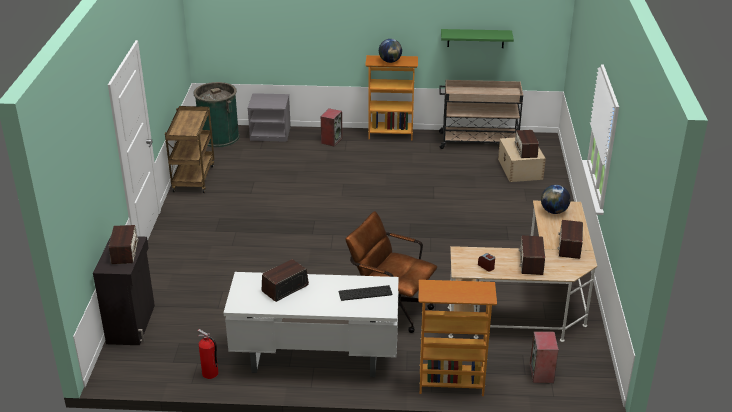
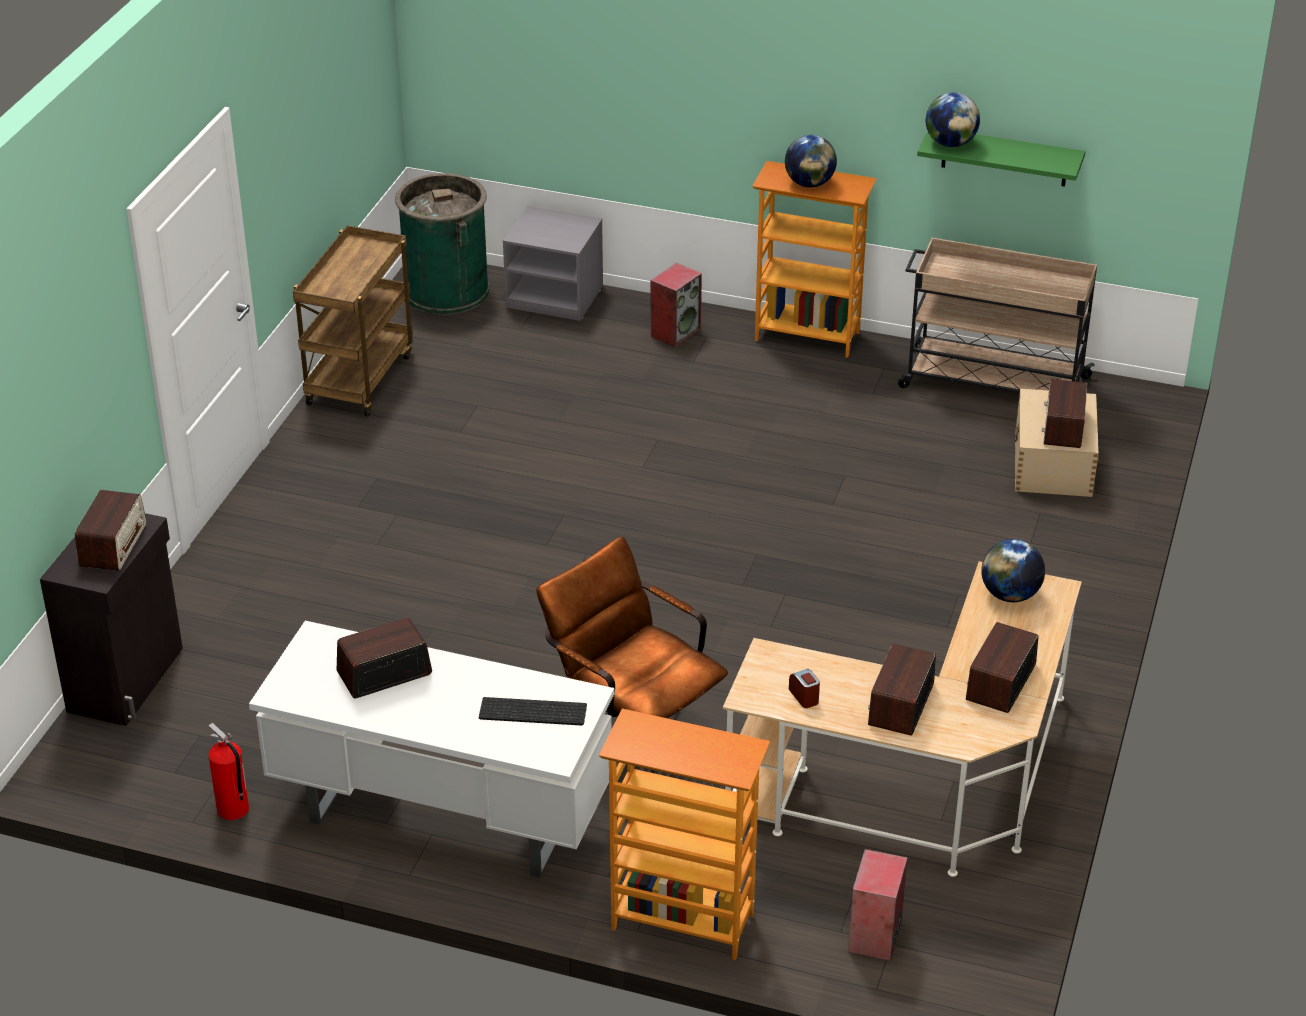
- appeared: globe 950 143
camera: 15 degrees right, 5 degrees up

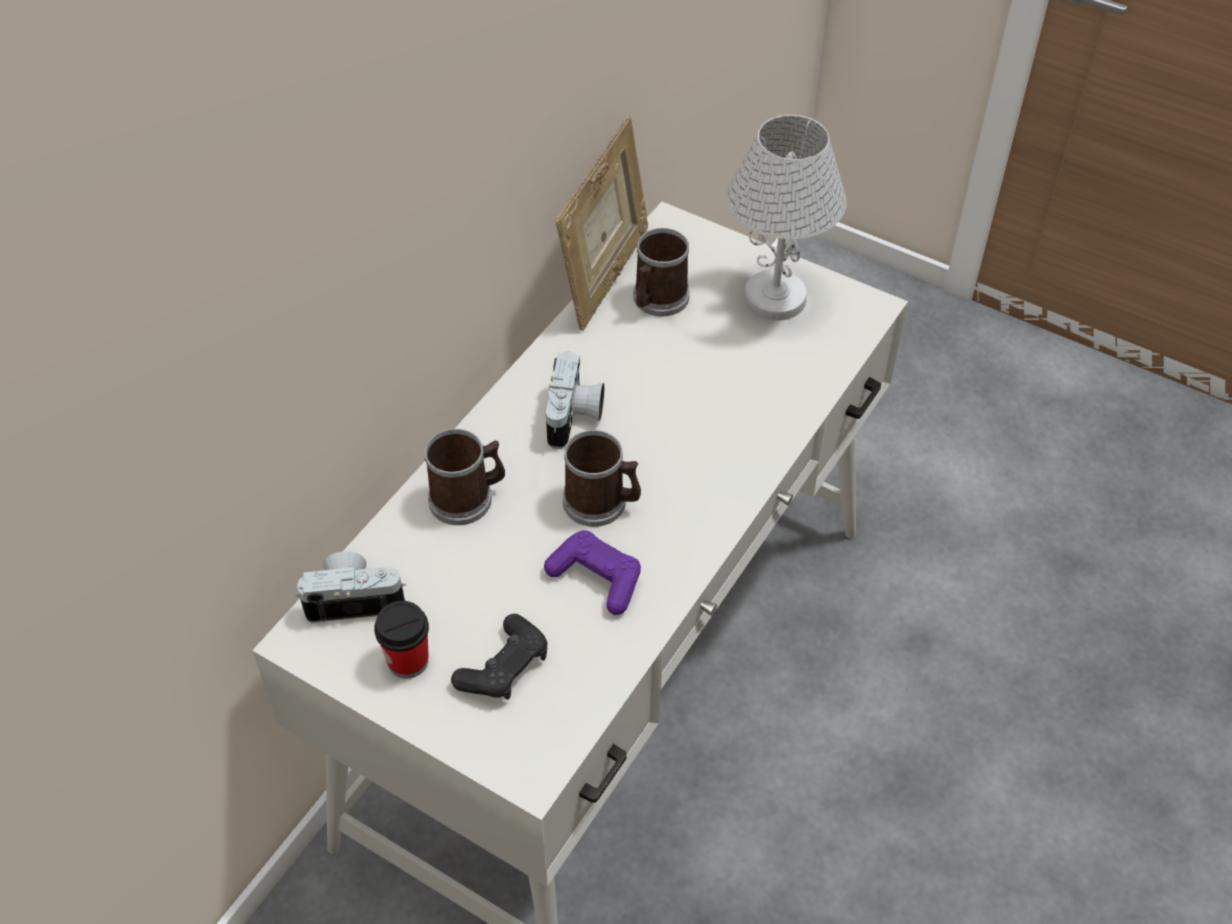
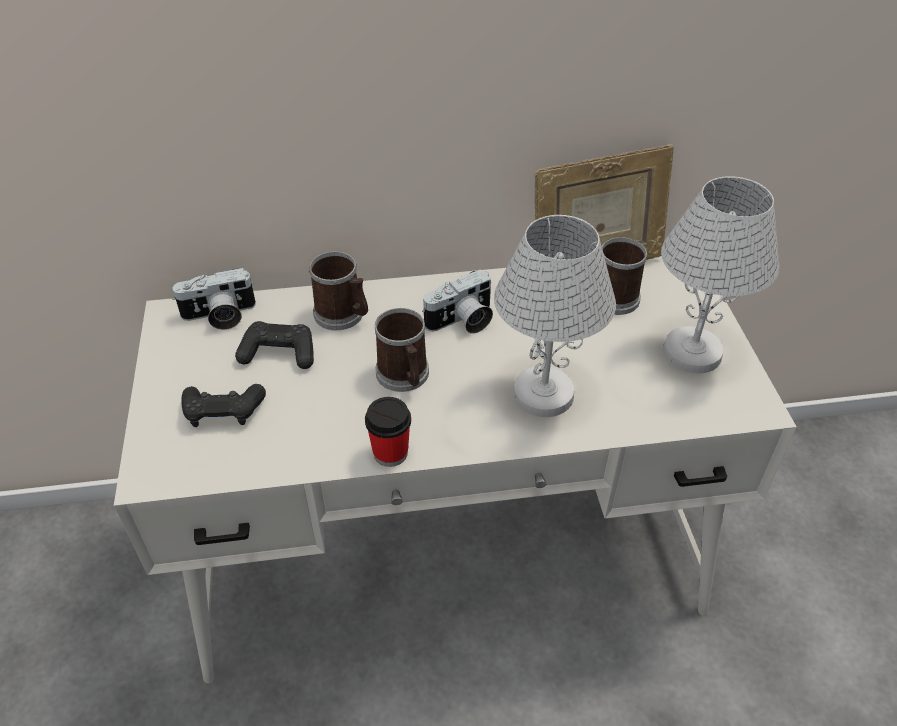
- spun: photo camera 355 598 = 219 316 120 degrees clockwise
- appeared: gamepad (blackish) 279 353
- relocated: cup 408 661 to 390 453
- appeared: tabletop lamp (white-coloured) 542 394
- missing: gamepad (purple) 596 578
camera: 50 degrees right, 5 degrees down

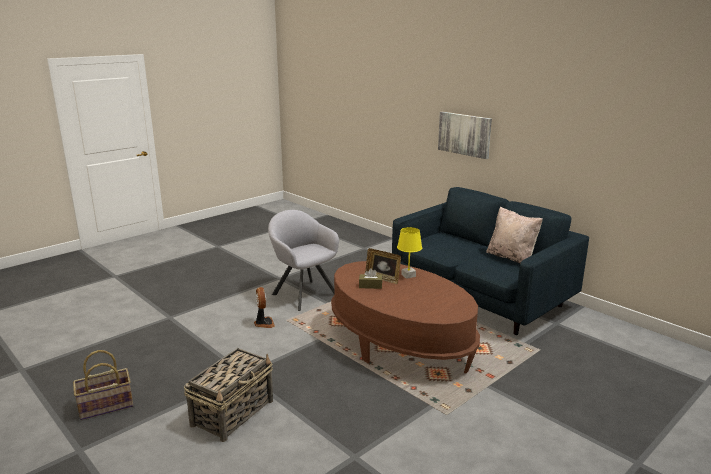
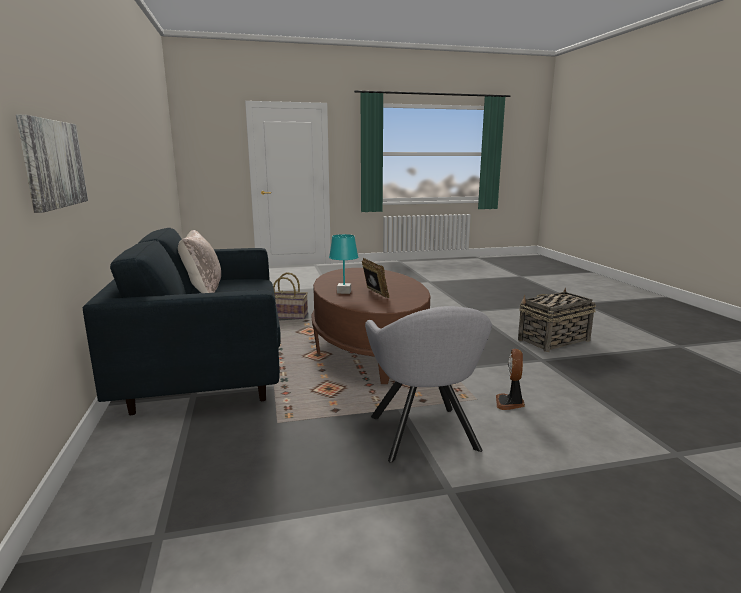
- relocated: basket 106 406 to 288 315
- colour: tabletop lamp (yellow-coloured) 408 275 to tabletop lamp (blue-green) 343 292
- missing: tissue holder (brown) 370 285
camera: 150 degrees left, 5 degrees down

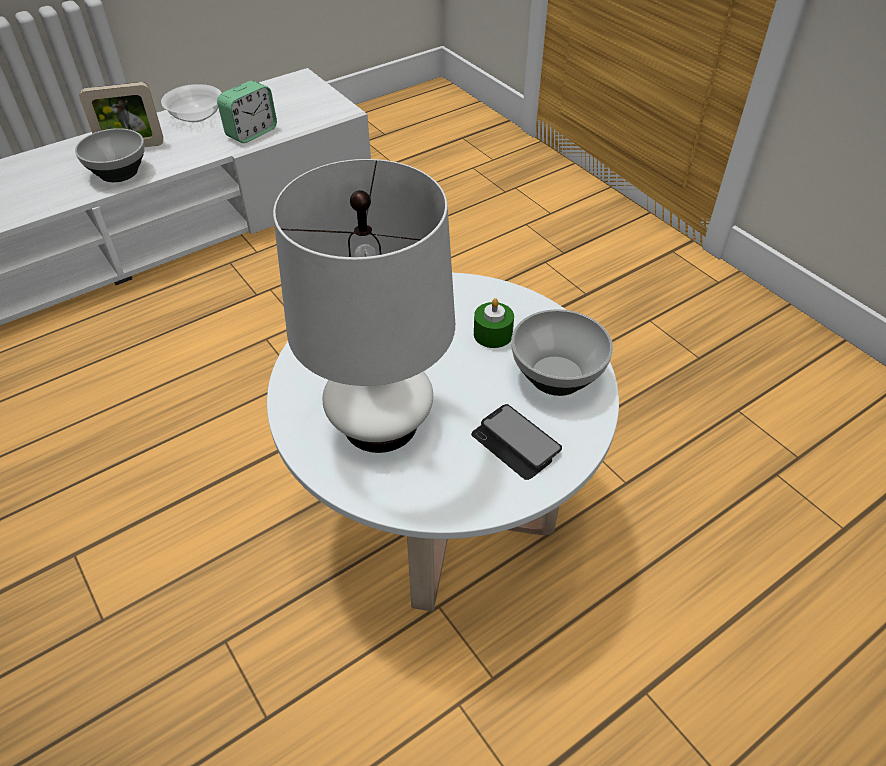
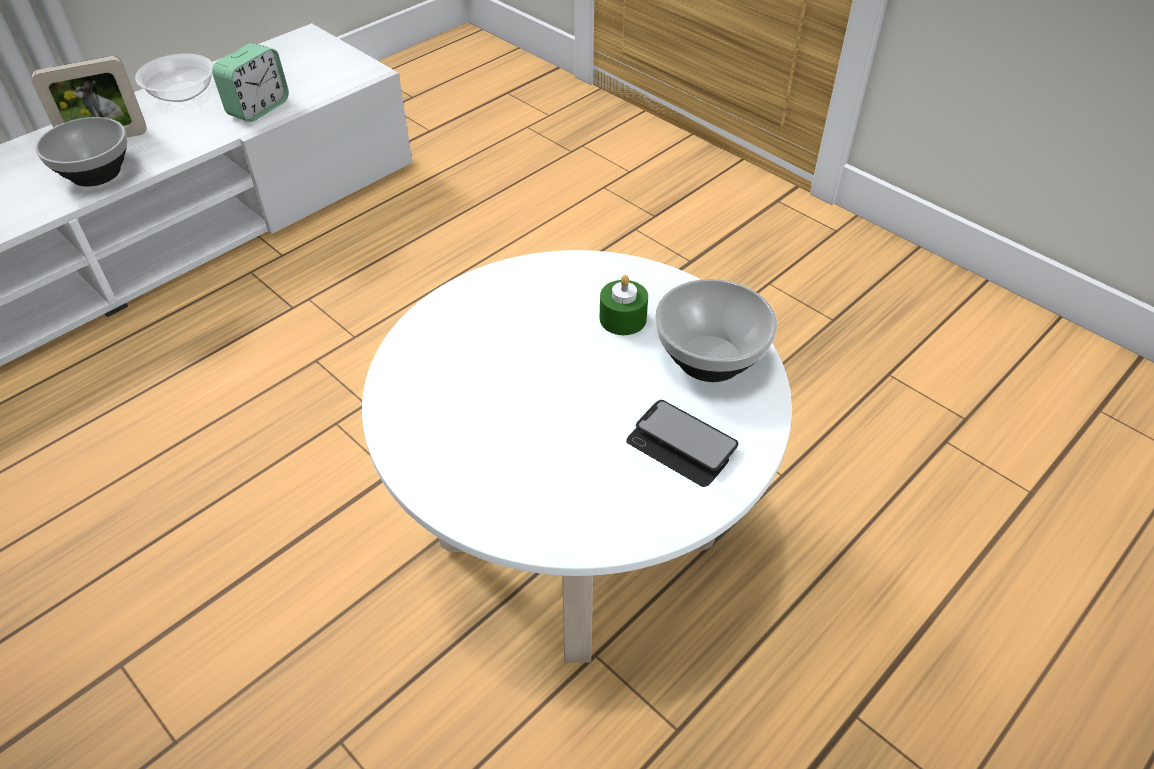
- missing: tabletop lamp (white-coloured) 380 423
camera: 10 degrees left, 0 degrees up

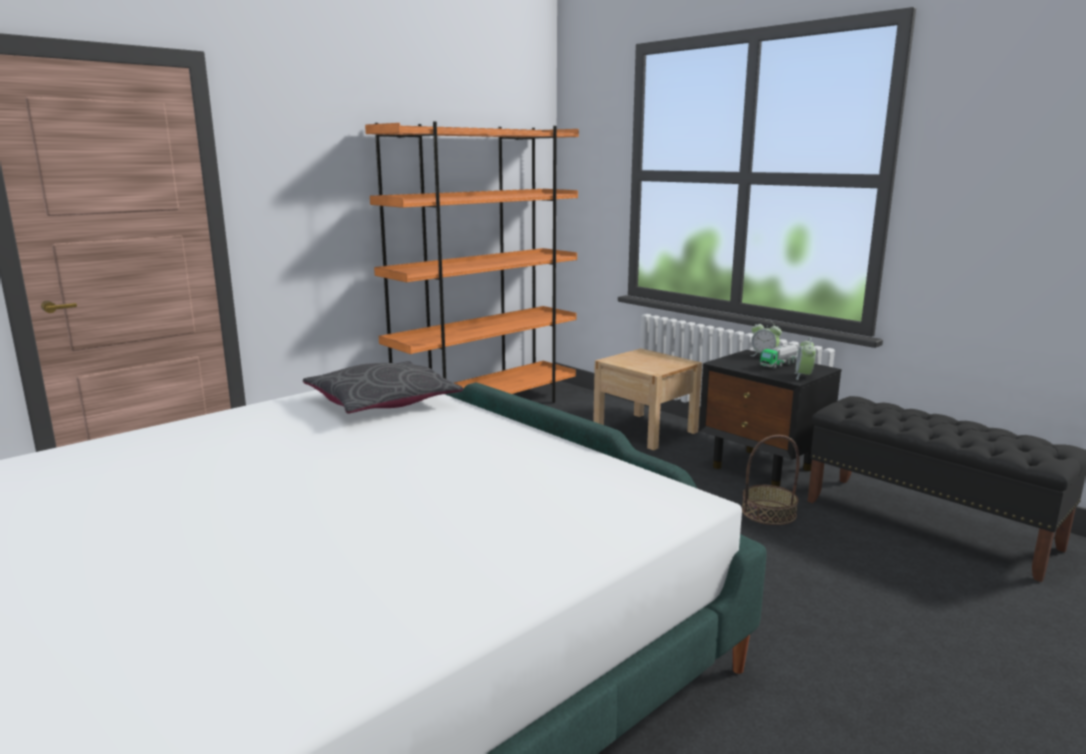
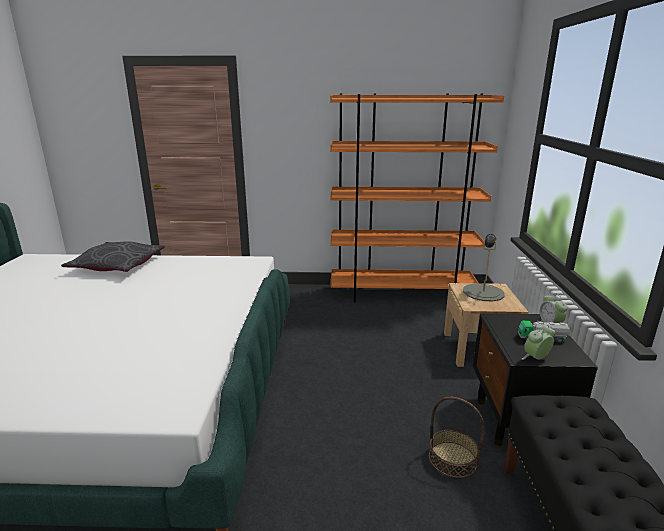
- relocated: pillow (grey) 382 402 to 117 265
- appeared: tabletop lamp (grey) 483 292
camera: 45 degrees right, 5 degrees up

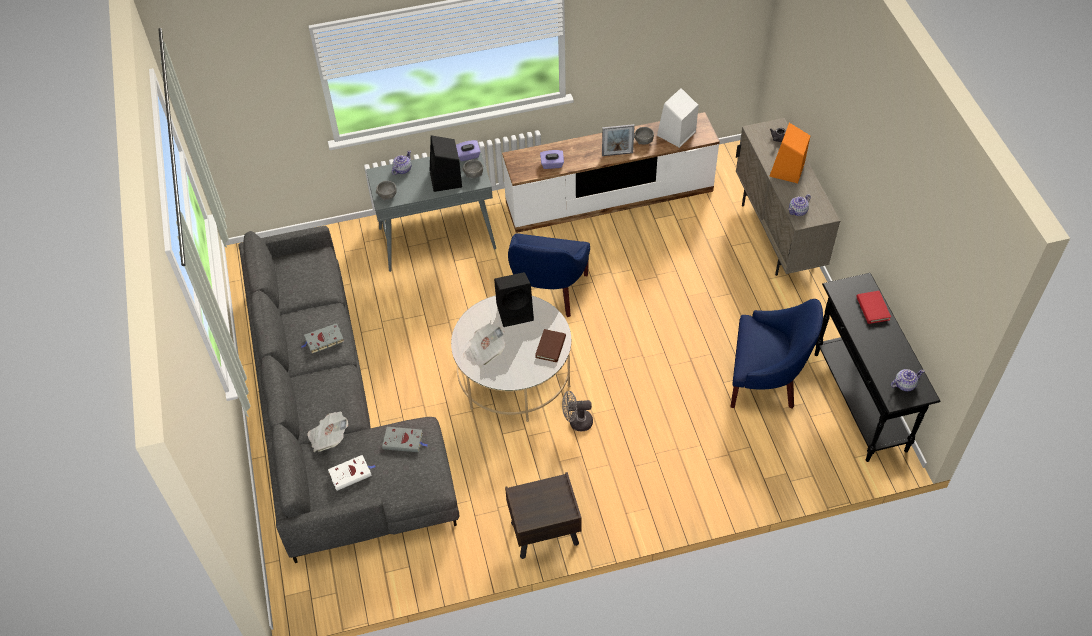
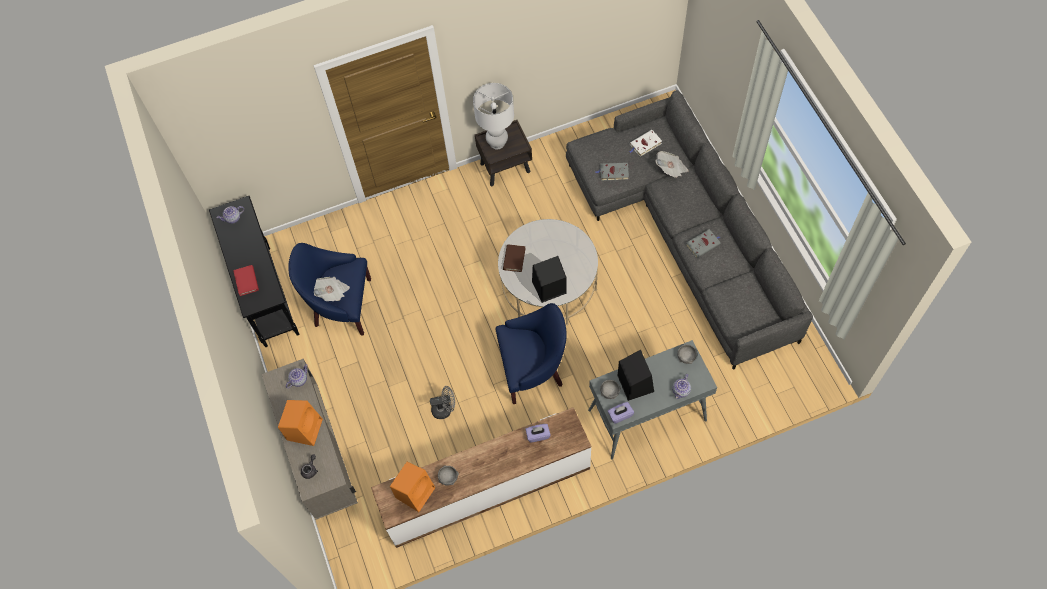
- relocated: printed paper 484 352 to 332 293
- colour: speaker (white-coloured) 676 134 to speaker (orangey) 415 491
- relocated: fan (grey) 576 422 to 445 409
- appeared: tabletop lamp (white-coloured) 497 143
- spun: easy chair (bluish) 547 292 = 532 368 75 degrees clockwise
- missing: photo frame 617 154
camera: 175 degrees right, 10 degrees up

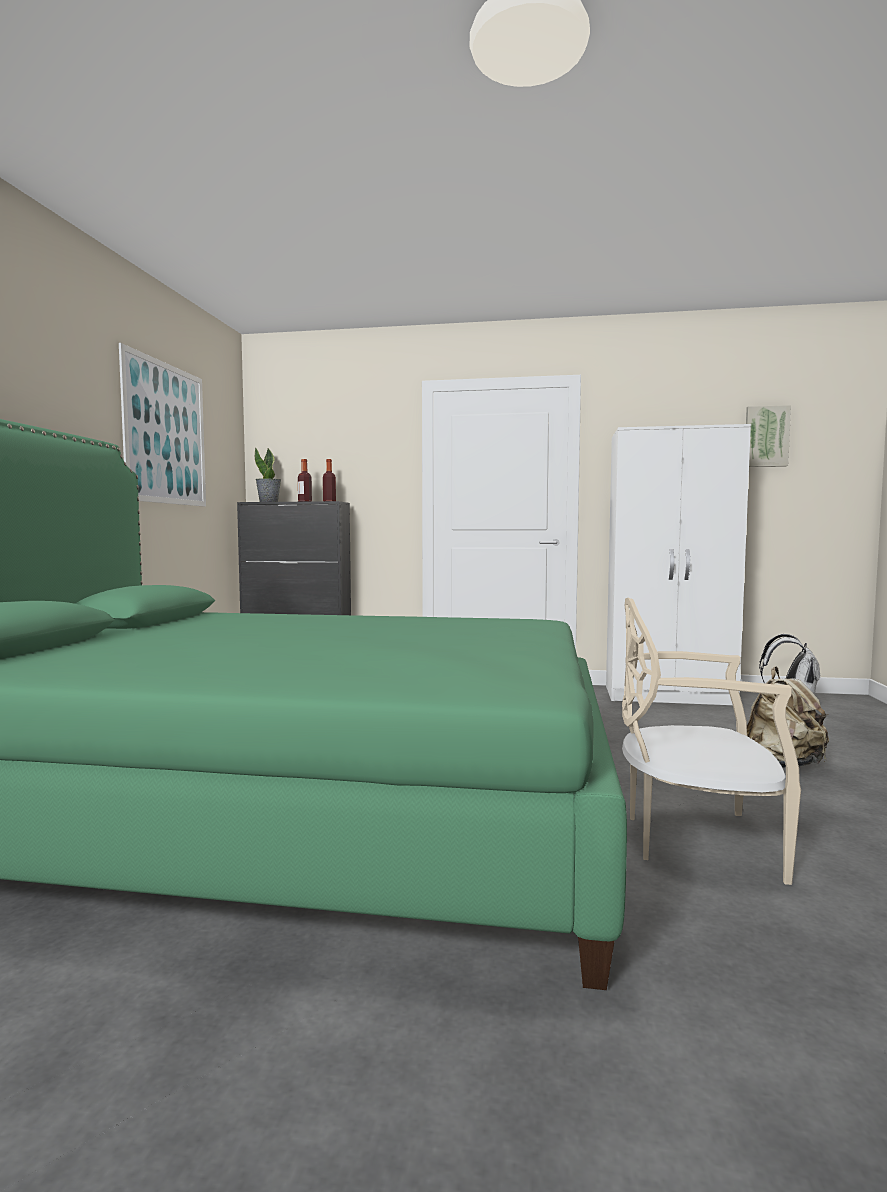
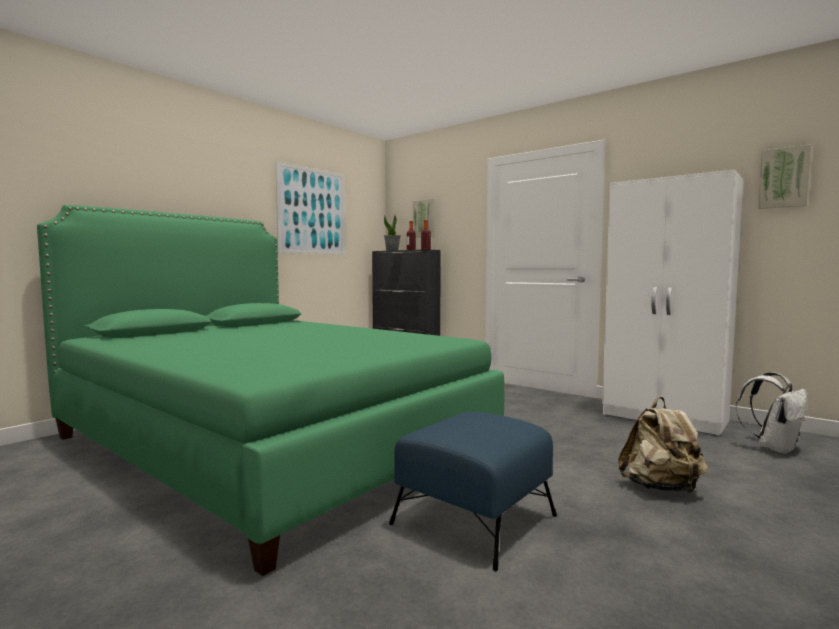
- exchanged: plain chair (beige) 695 841 to ottoman (bluish) 475 519
- appeared: wall picture 424 218
camera: 30 degrees right, 0 degrees up

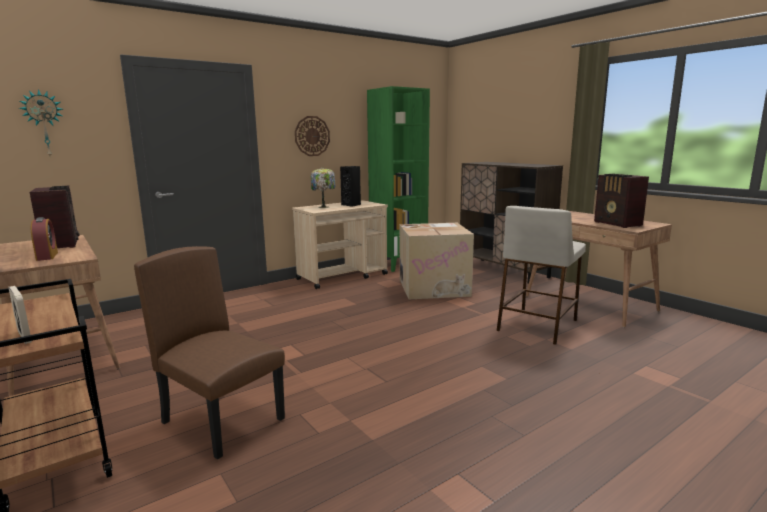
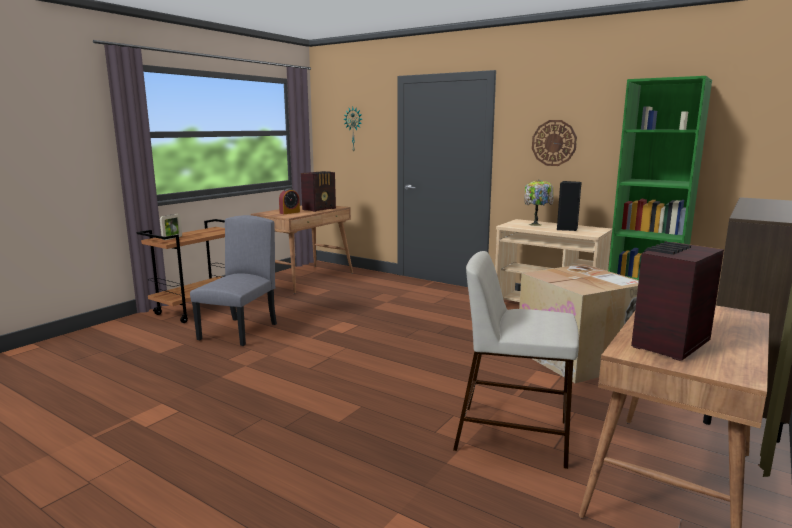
- colour: plain chair (brown) 223 420 to plain chair (grey) 239 332
camera: 70 degrees right, 0 degrees up

